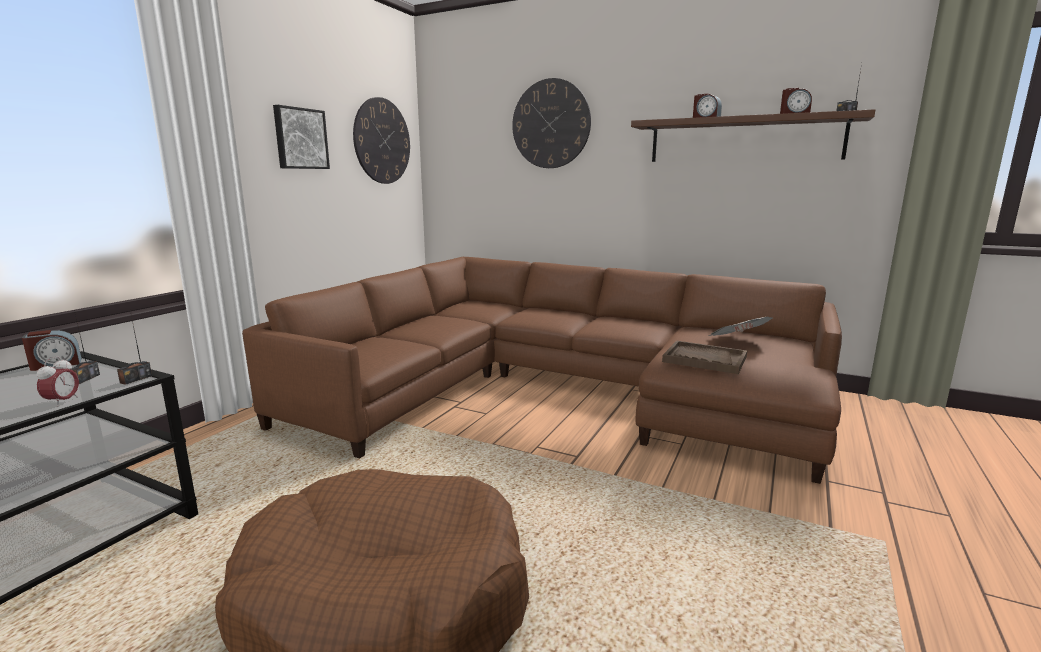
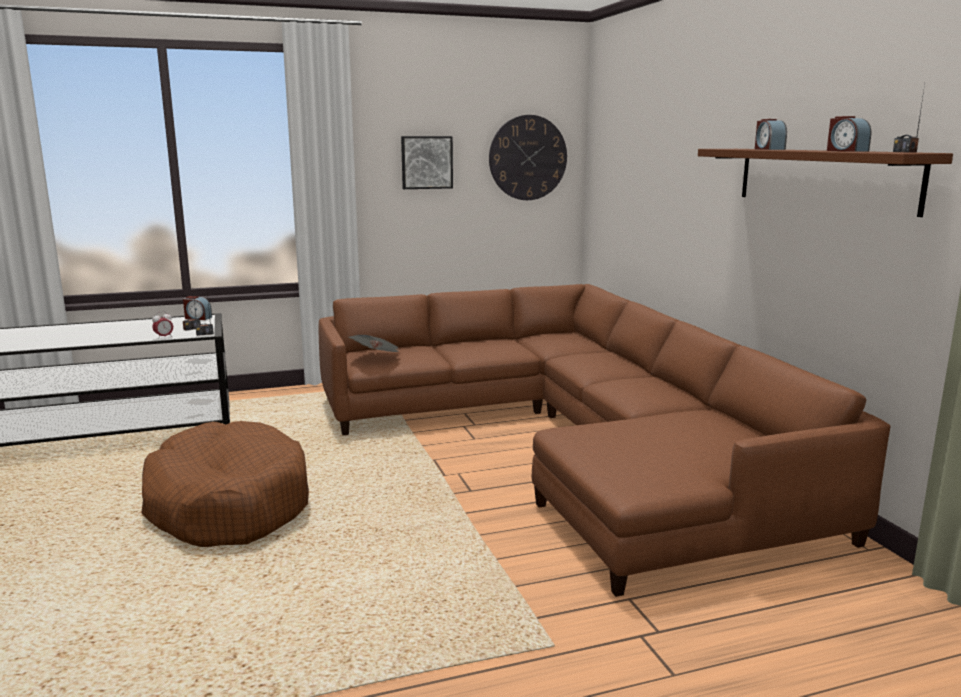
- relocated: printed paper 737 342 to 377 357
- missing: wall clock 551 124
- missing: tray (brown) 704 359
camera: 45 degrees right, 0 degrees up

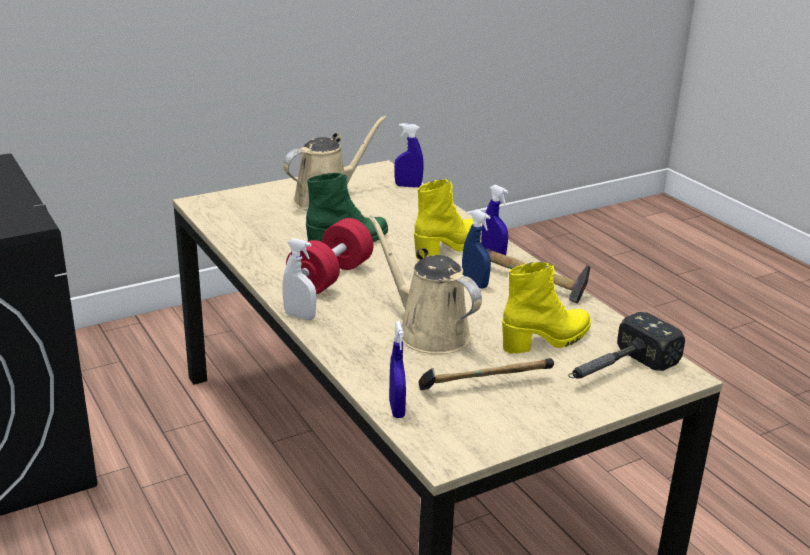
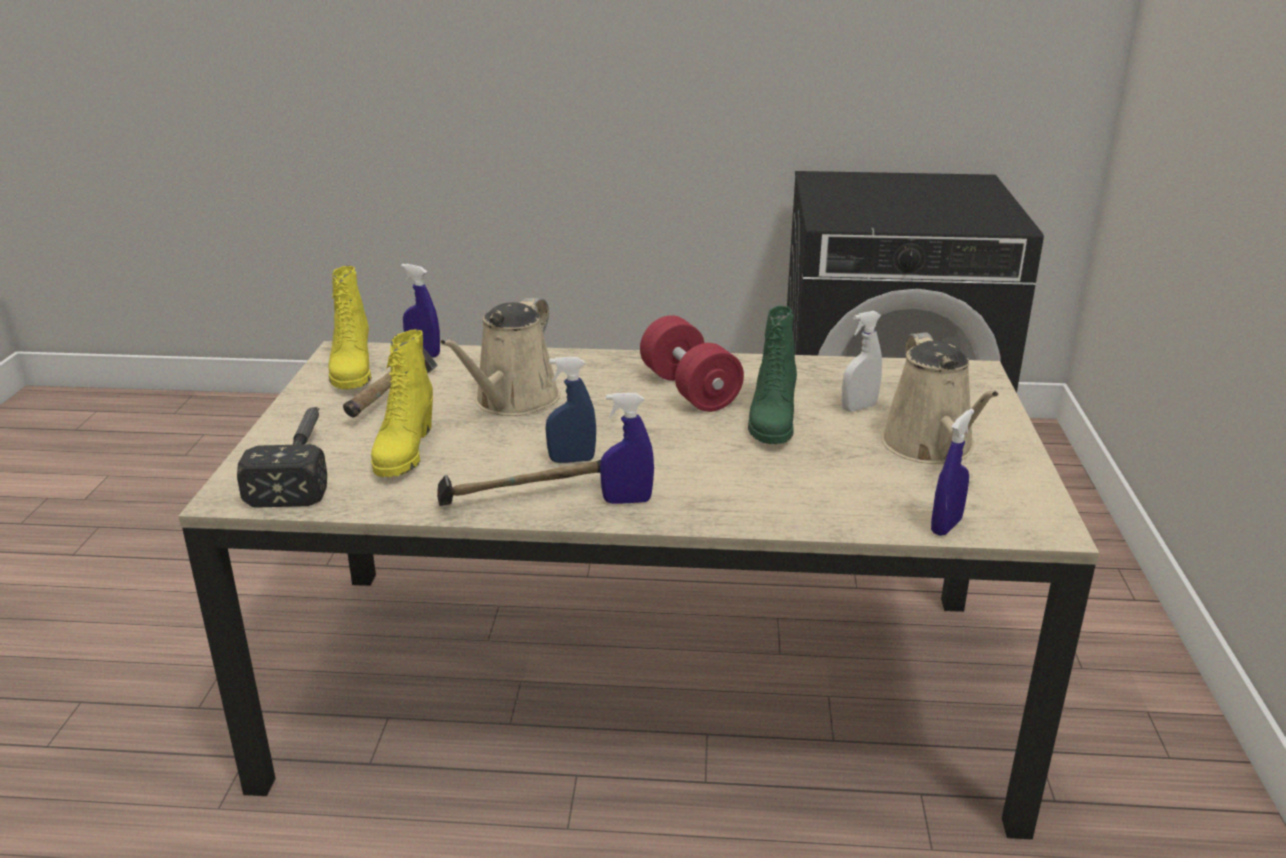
- relocated: tall boot (yellow-coloured) 448 247 to 351 372
- spun: sprinkling can (beige) 428 332 = 512 401 120 degrees clockwise
- relocated: spray bottle (white-coloured) 300 316 to 858 407
camera: 125 degrees right, 0 degrees up

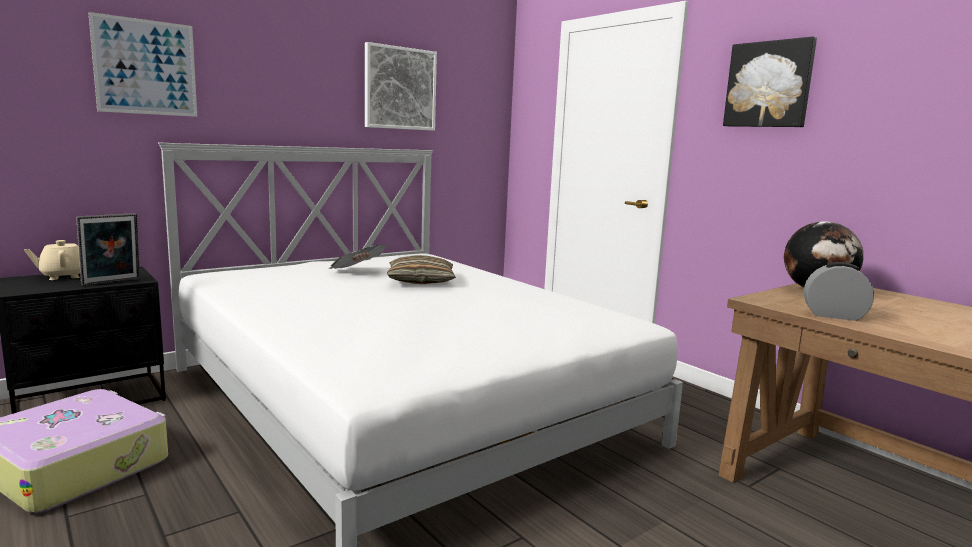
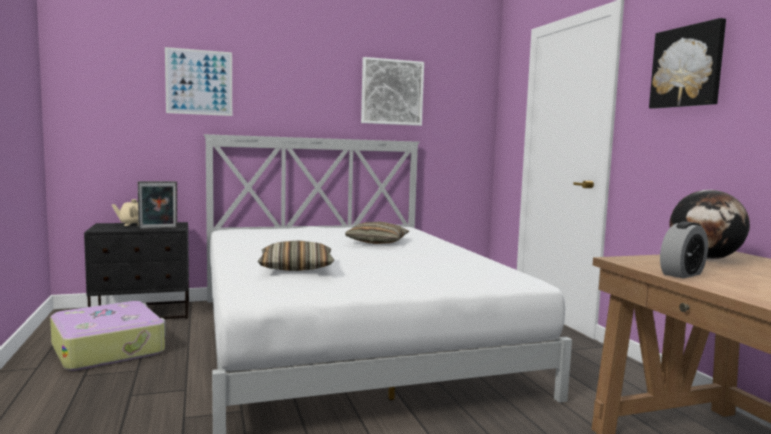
- appeared: pillow 296 267
- spun: alarm clock 834 315 = 682 274 105 degrees clockwise
- missing: printed paper 357 272
camera: 20 degrees right, 5 degrees down

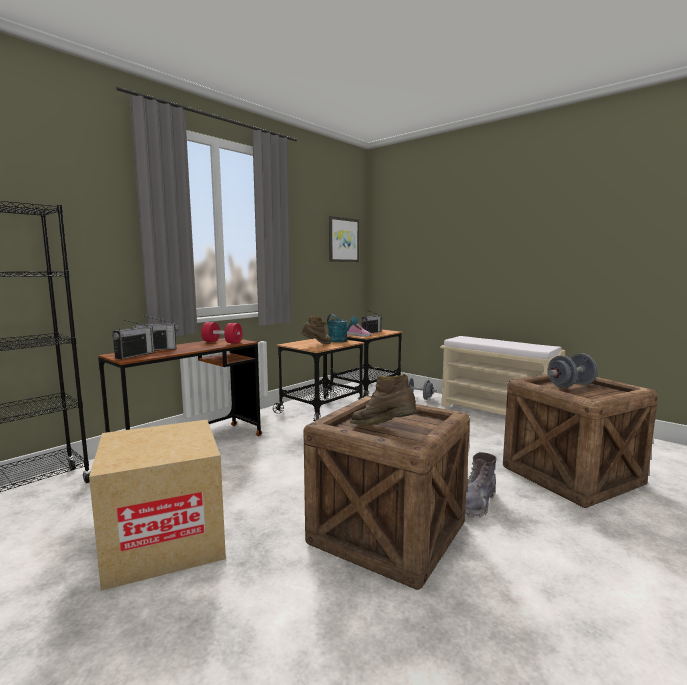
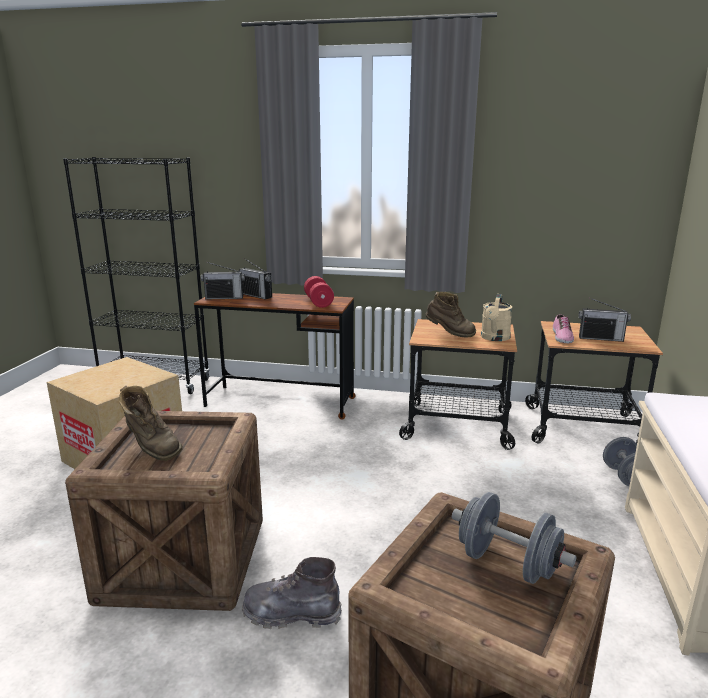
- spun: tall boot (brown) 383 429 = 151 448 135 degrees clockwise
- colour: sprinkling can (blue-green) 340 341 to sprinkling can (beige) 494 338
- missing: wall picture 343 240
camera: 60 degrees right, 10 degrees up

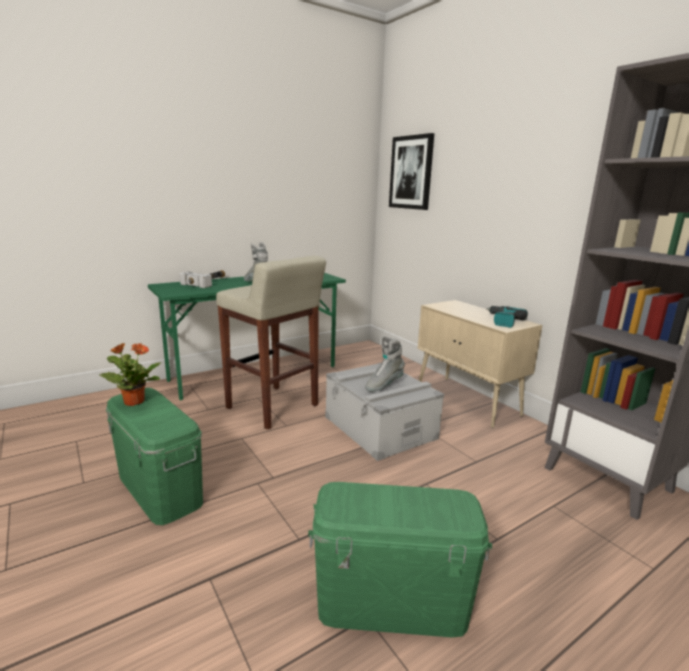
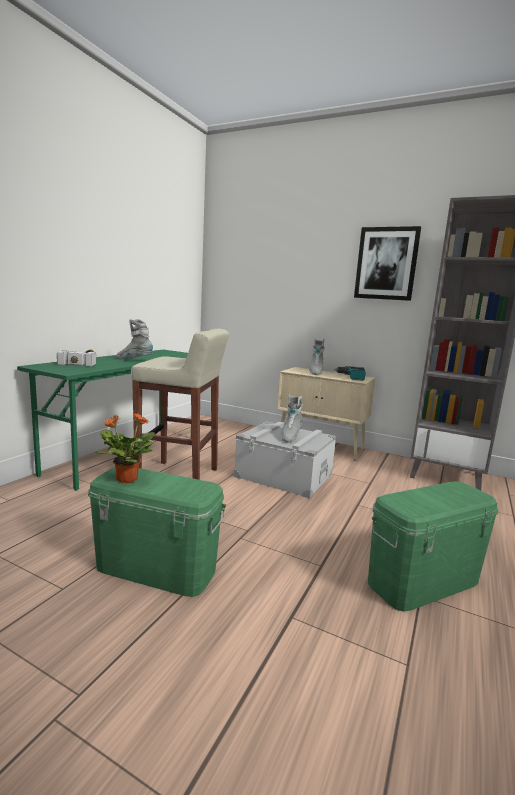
- appeared: tall boot (grey) 315 372
- relocated: wall picture 411 172 to 386 264
camera: 30 degrees left, 5 degrees down

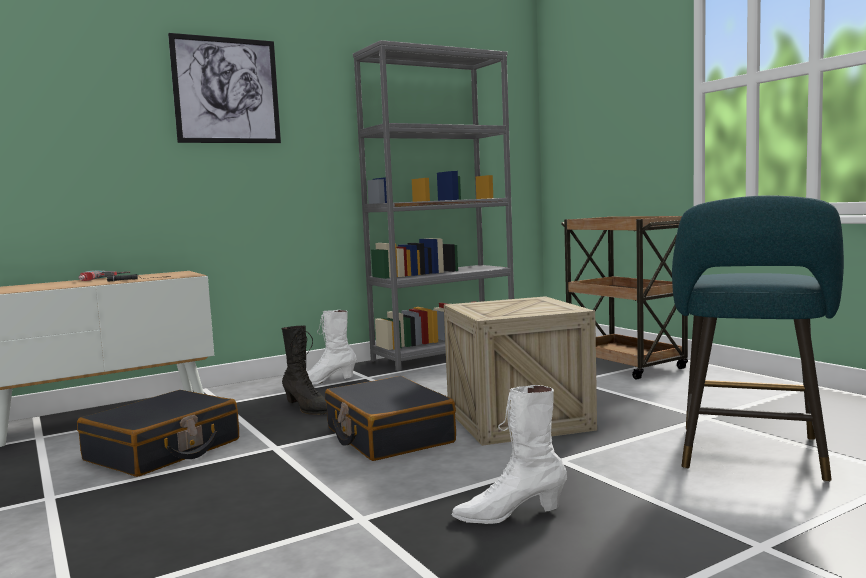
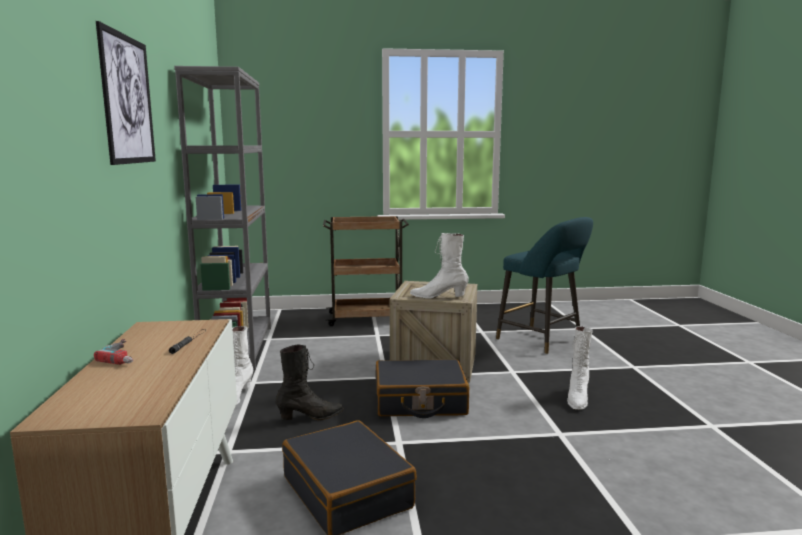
- appeared: tall boot (white-coloured) 438 297
camera: 65 degrees left, 5 degrees up

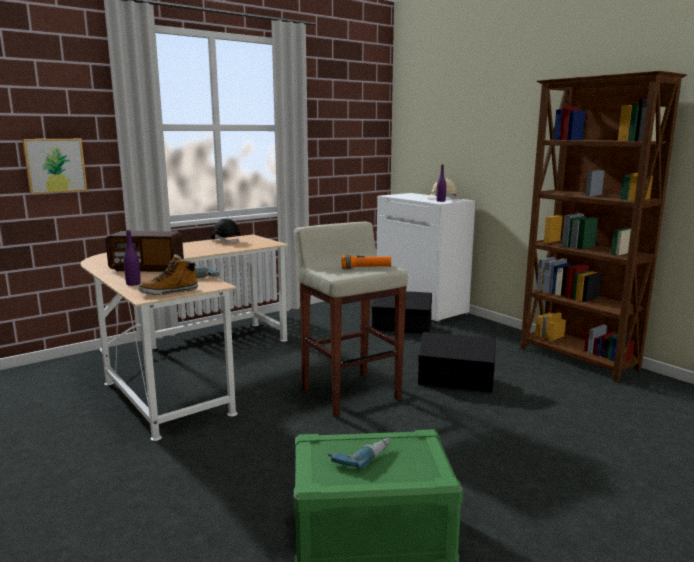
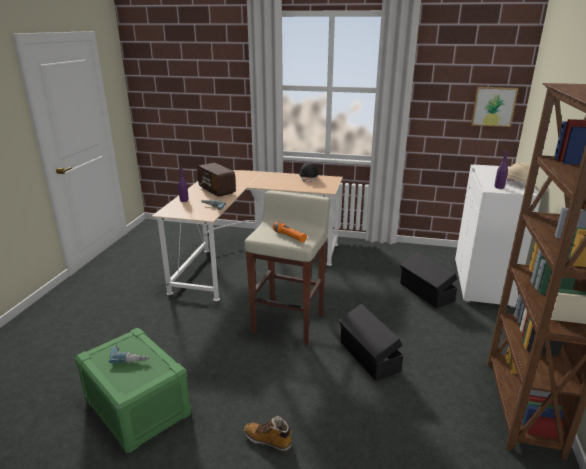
- relocated: tall boot 169 292 to 268 440
- relocated: wall picture 55 165 to 493 106
camera: 50 degrees right, 10 degrees up

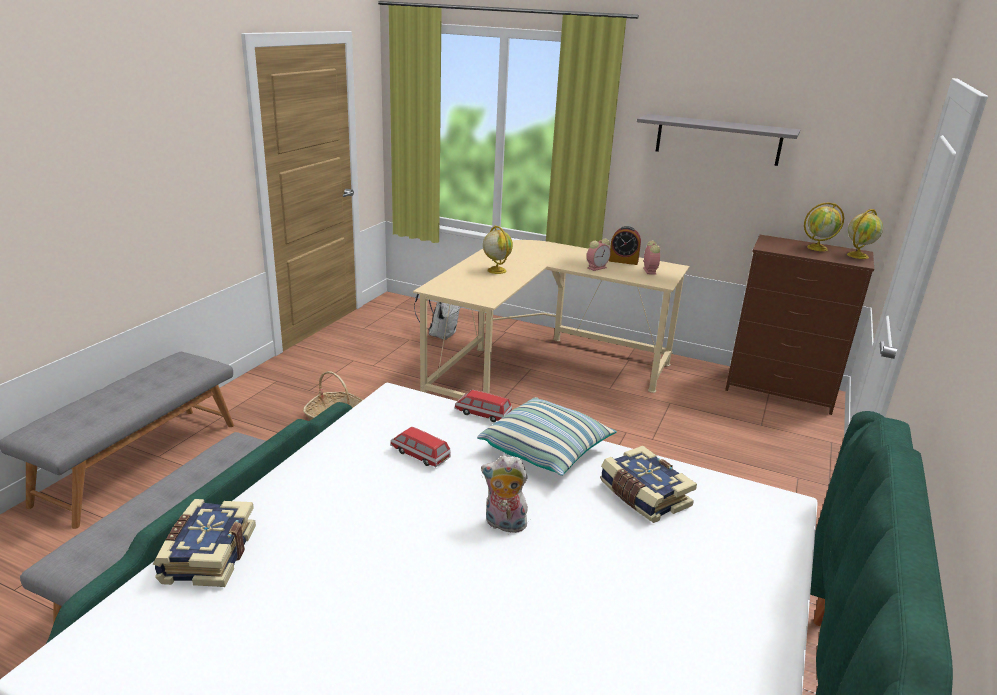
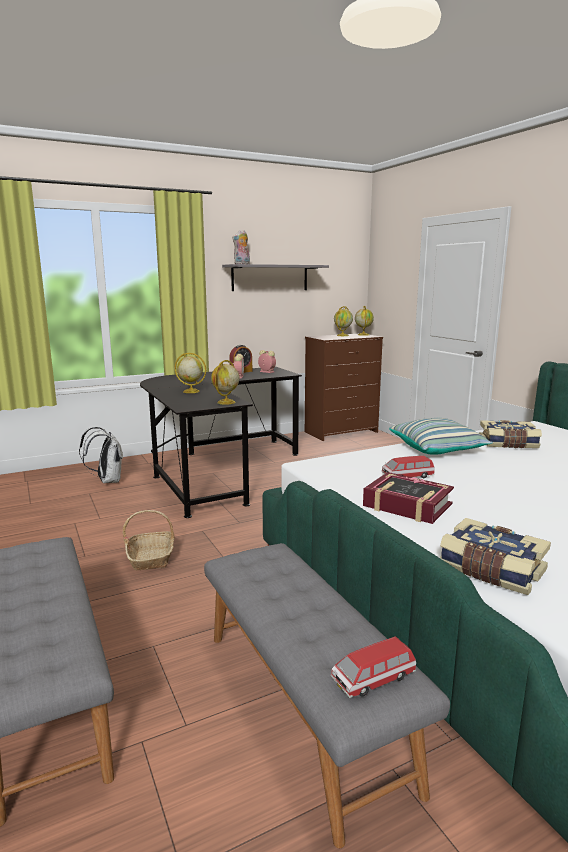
- colour: desk (beige) 540 367 to desk (blackish) 215 469
- appeared: globe 226 402
- relocated: cuddly toy 503 525 to 242 264
- relocated: toy car 483 414 to 373 679
- appeared: bound book 407 505
camera: 50 degrees left, 10 degrees down

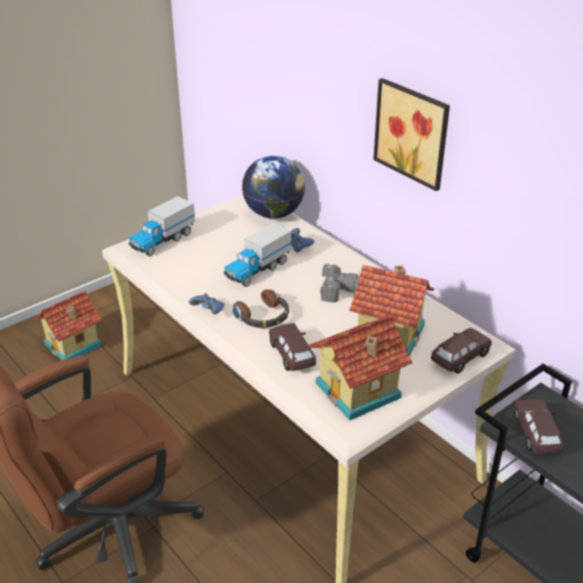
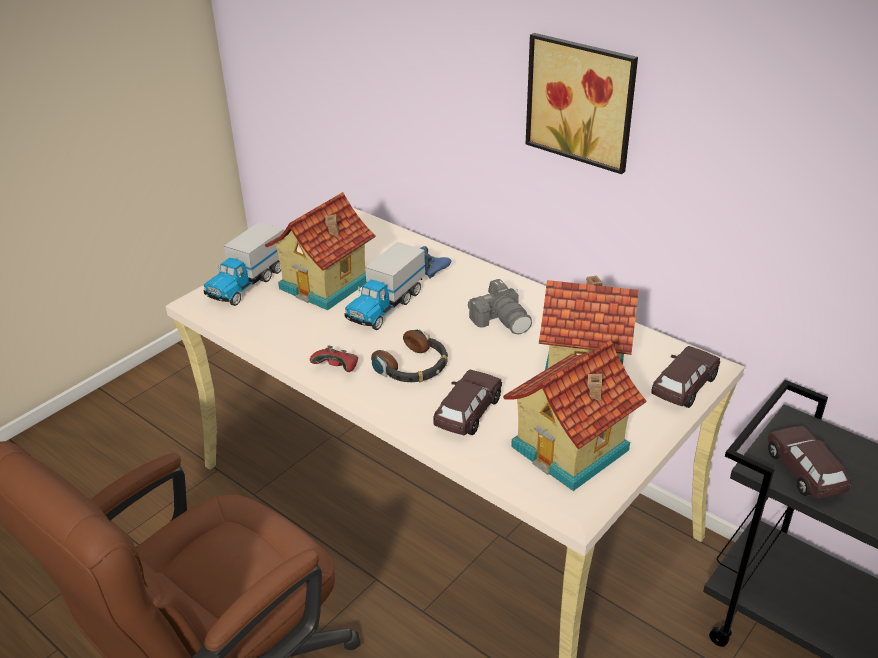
- relocated: miniature house 74 345 to 327 285
- colour: gamepad (bluish) 209 311 to gamepad (red) 337 369
- spun: toy car (brown) 292 355 = 468 413 60 degrees clockwise
- spun: photo camera 340 291 = 502 320 60 degrees clockwise
- missing: globe 274 214
camera: 10 degrees left, 0 degrees up

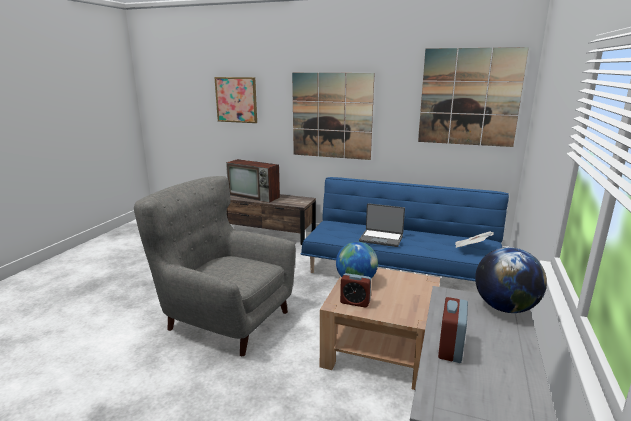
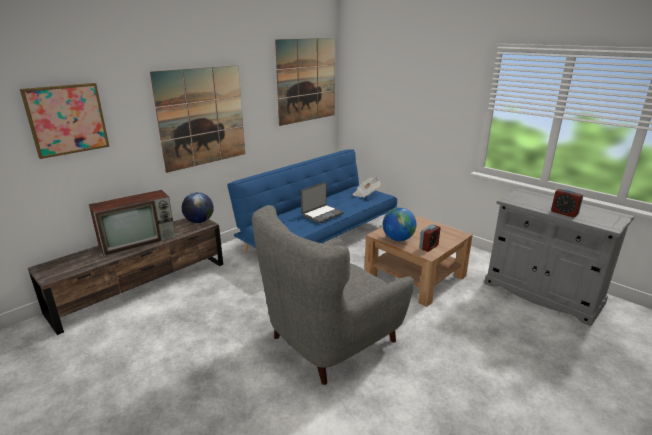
- relocated: globe 505 308 to 199 221
camera: 65 degrees left, 5 degrees up

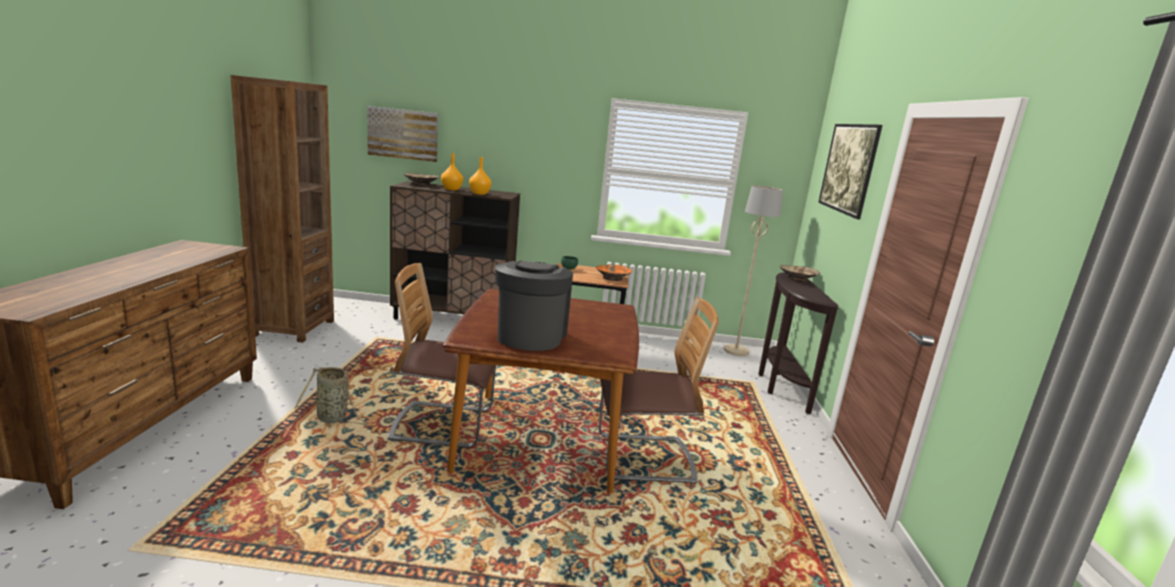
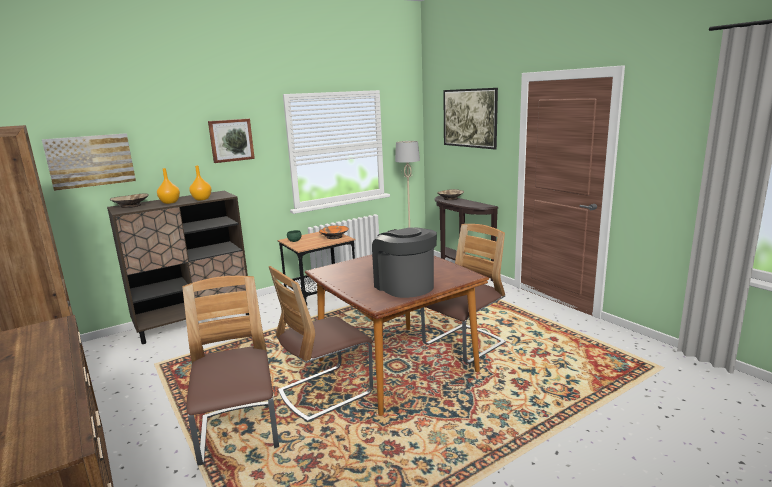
- exchanged: basket 334 418 to plain chair 239 434
- appeared: wall picture 231 140
camera: 35 degrees left, 0 degrees up

